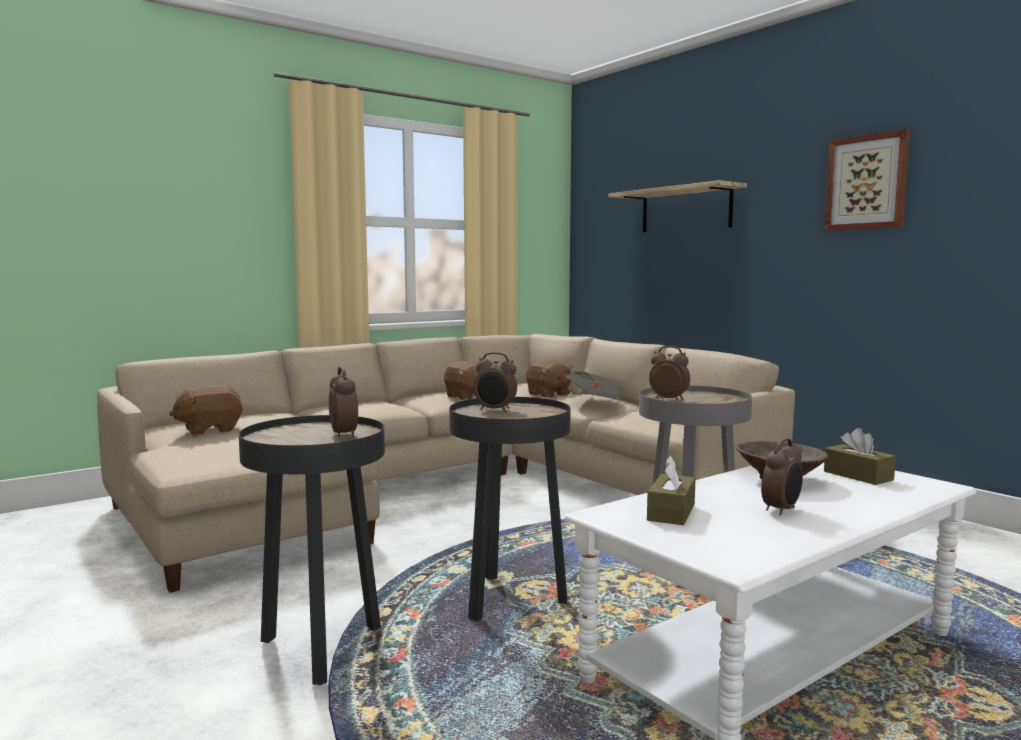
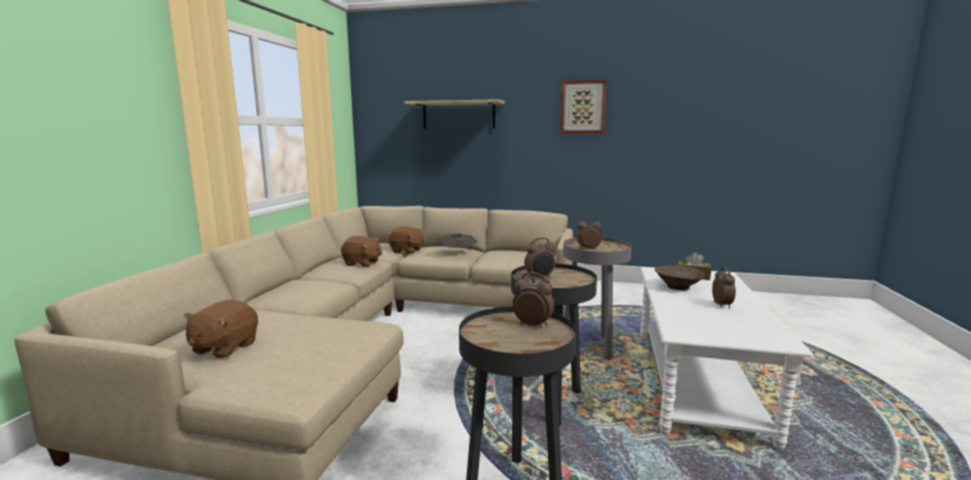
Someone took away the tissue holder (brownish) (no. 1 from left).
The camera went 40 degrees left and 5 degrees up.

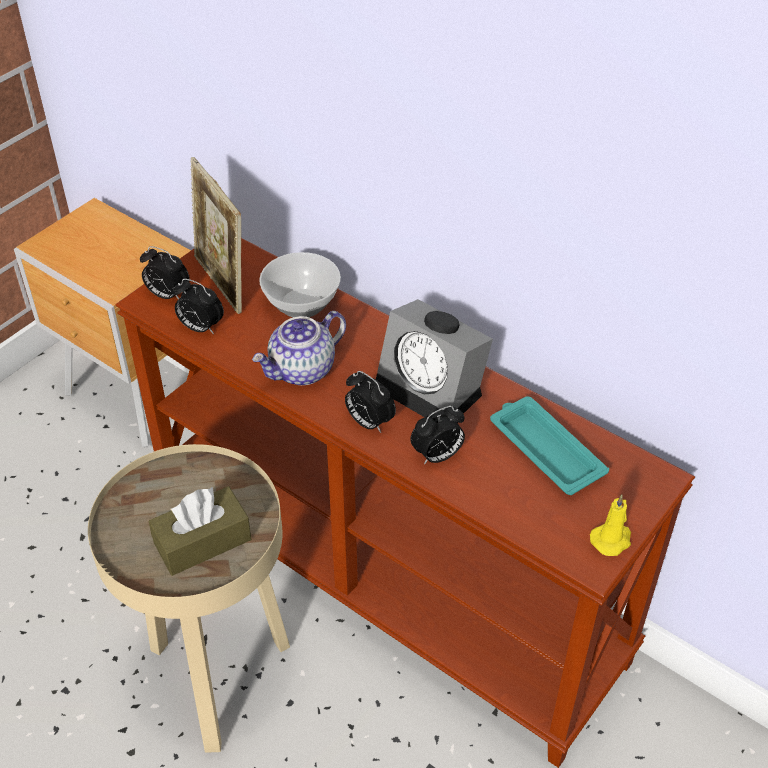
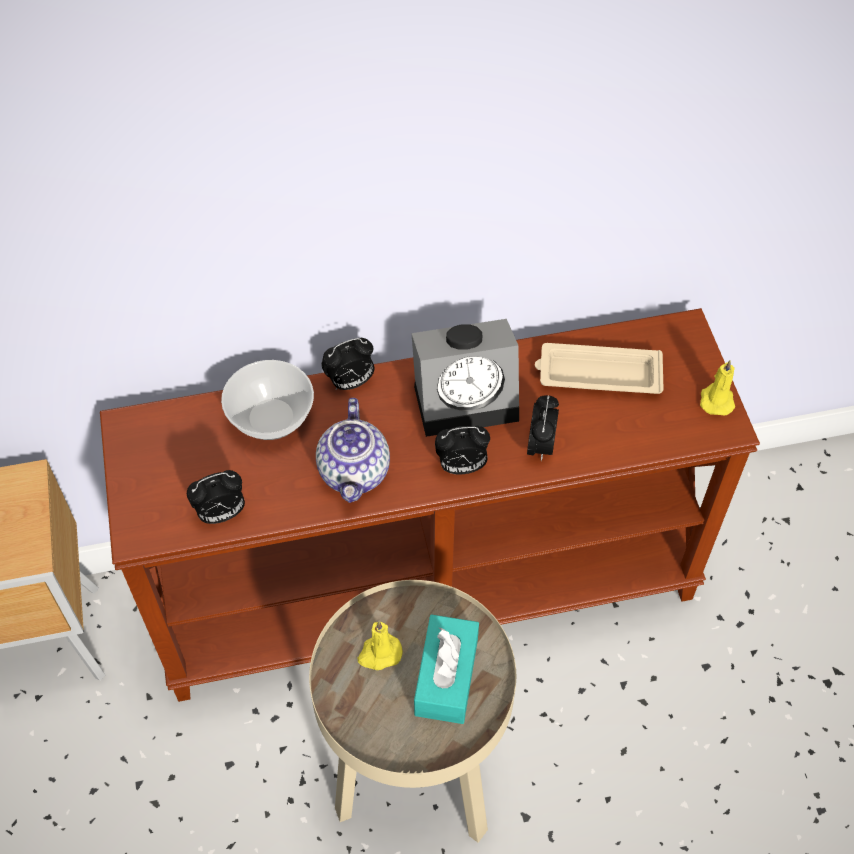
Someone carried the bedside clock (no. 1 from left in the first image).
Someone put down the candle (yellow) (no. 1 from left).
Someone repainted the tissue holder (brownish), which became the tissue holder (turquoise).
Someone repainted the serving tray (turquoise), which became the serving tray (beige-coloured).
Someone took away the picture frame.
The camera went 50 degrees left and 10 degrees up.

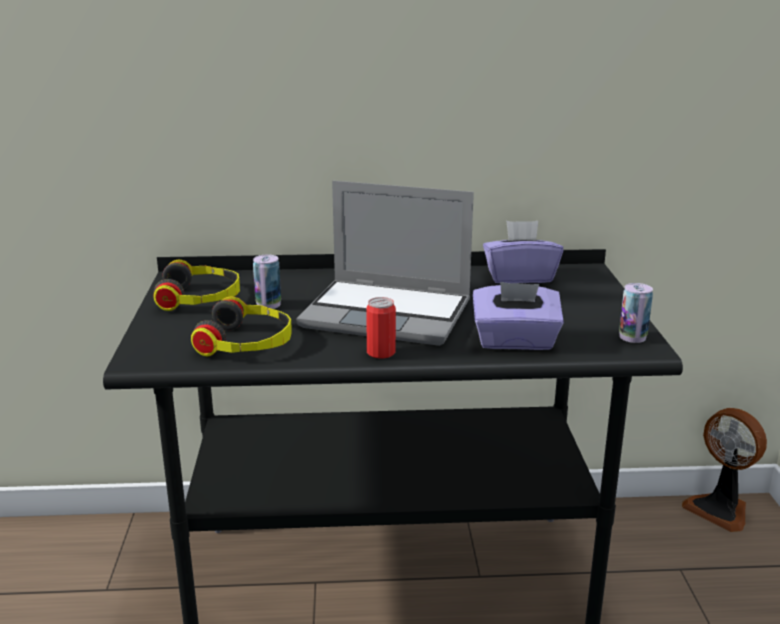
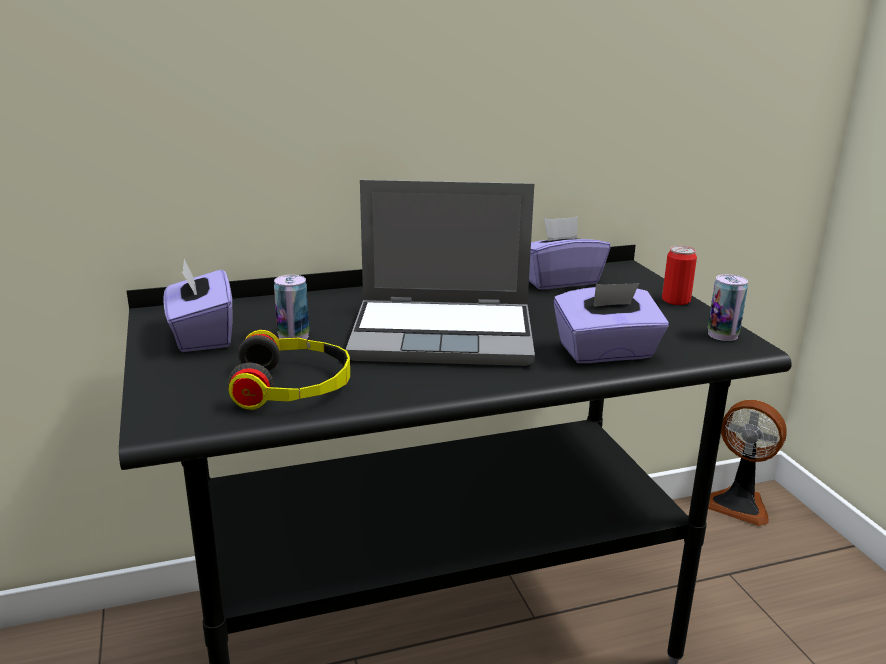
Someone swapped the headset (no. 1 from left) for the tissue holder (purple) (no. 1 from left).
Someone carried the sealed can (no. 2 from left).
The camera went 15 degrees left and 0 degrees up.

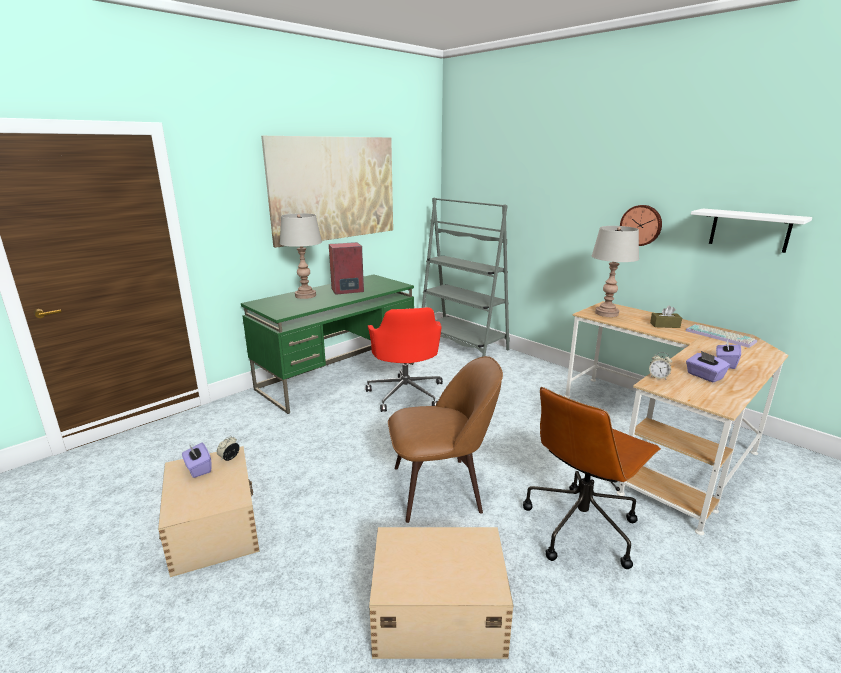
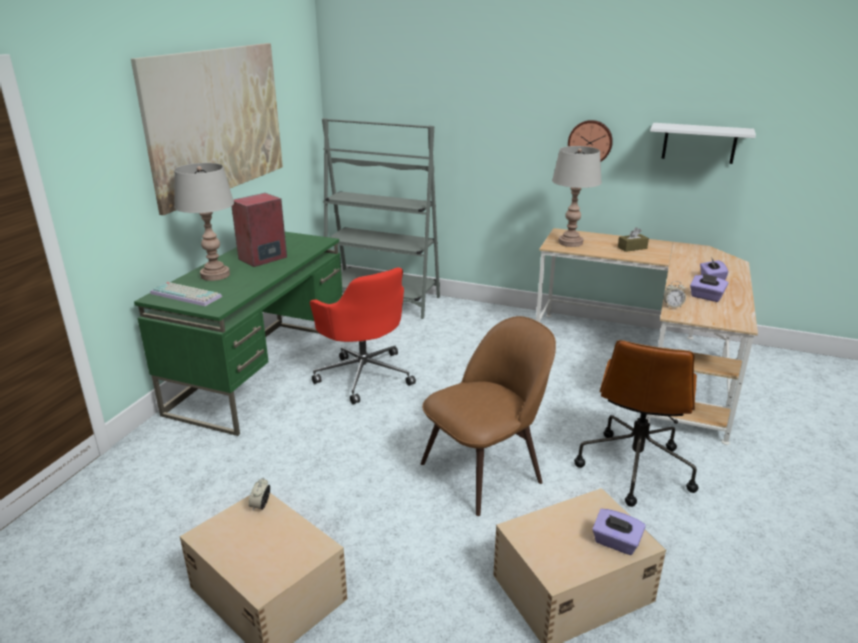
Someone carried the keyboard.
Someone carried the tissue holder (purple) (no. 1 from left).
The camera went 25 degrees left and 5 degrees up.

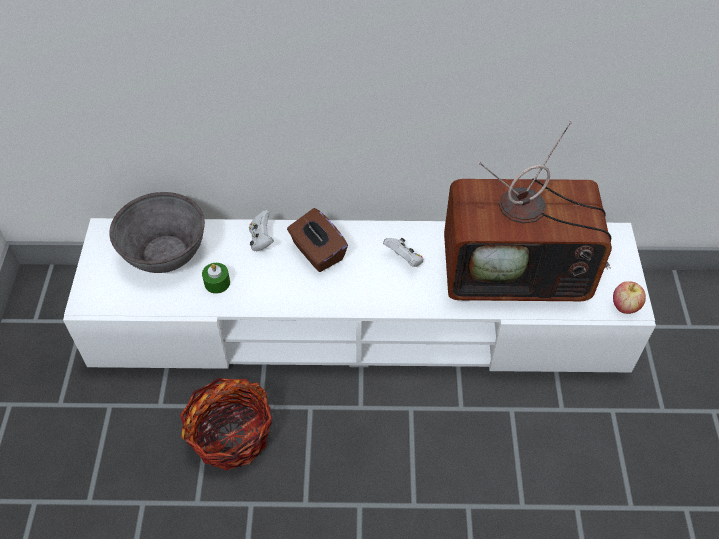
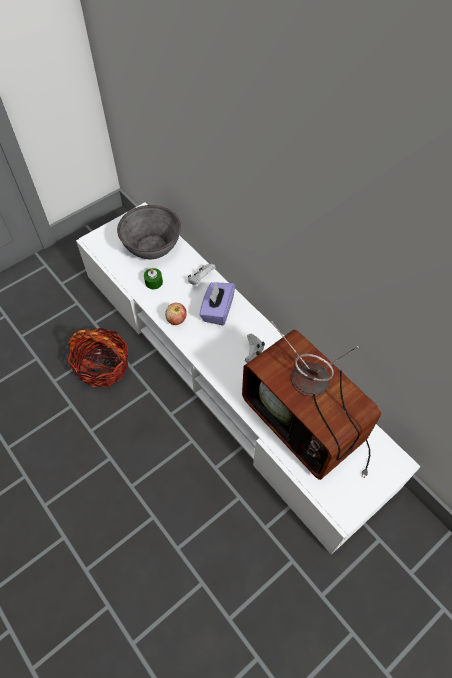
Someone carried the apple fruit.
Someone repainted the tissue holder (brownish), which became the tissue holder (purple).
The camera went 50 degrees right and 5 degrees up.

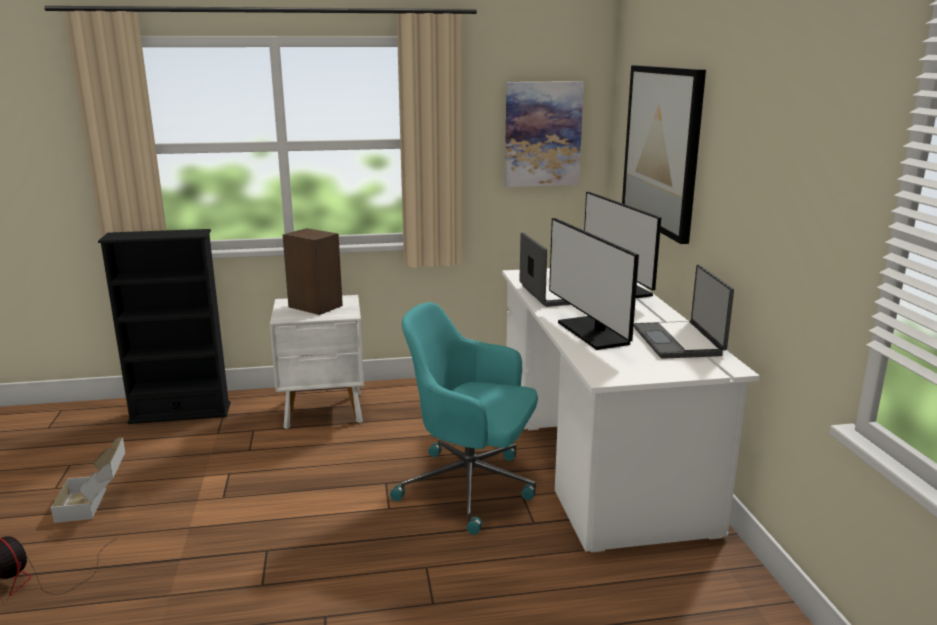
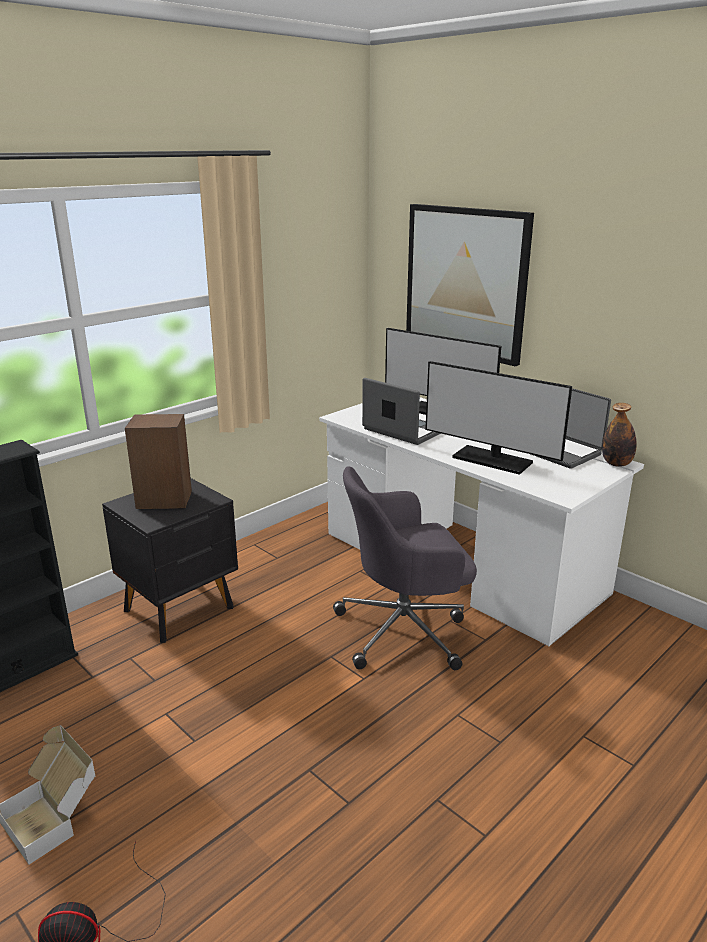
Someone repainted the bedside table (white-coloured), which became the bedside table (blackish).
Someone repainted the computer chair (turquoise), which became the computer chair (gray).
Someone put down the beverage bottle.
Someone took away the wall art (no. 1 from left).
The camera went 35 degrees left and 5 degrees up.

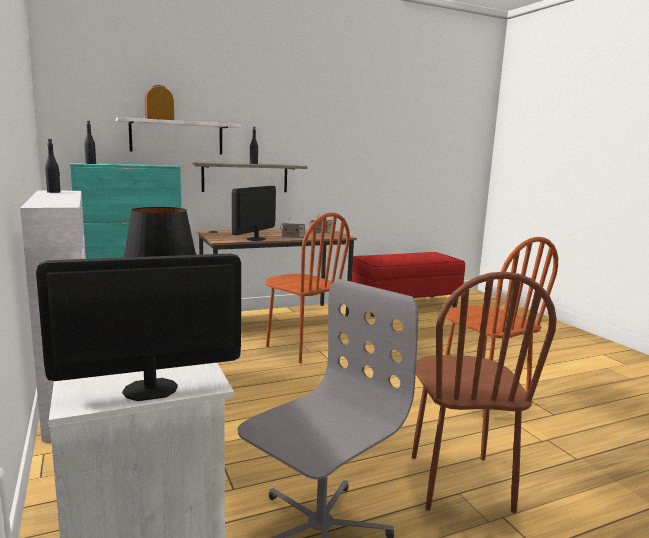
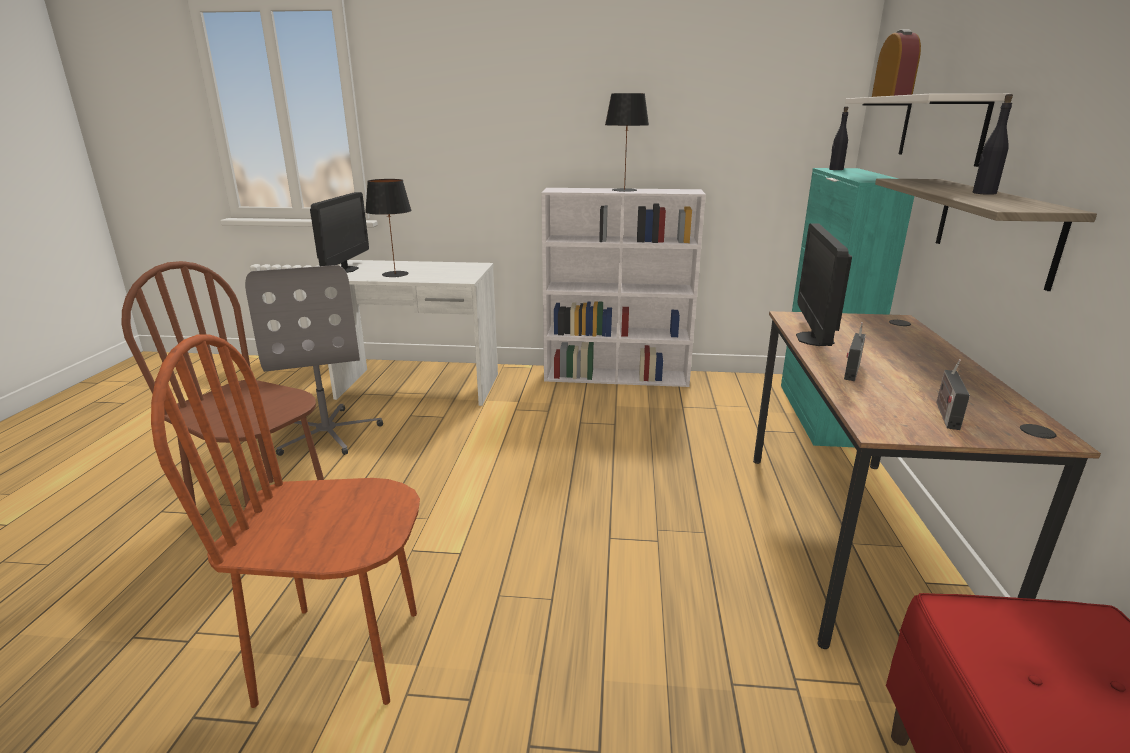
Someone put down the lamp for a table (blackish) (no. 2 from left).
Someone rotated the computer display (no. 2 from left) by 135 degrees counterclockwise.
Someone took away the beverage bottle (blackish) (no. 1 from left).
Someone took away the plain chair (brownish) (no. 1 from left).
The camera went 120 degrees right and 10 degrees up.

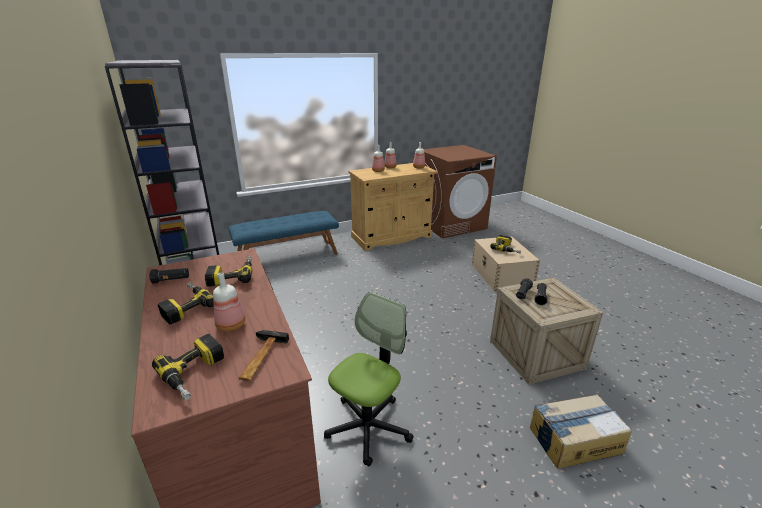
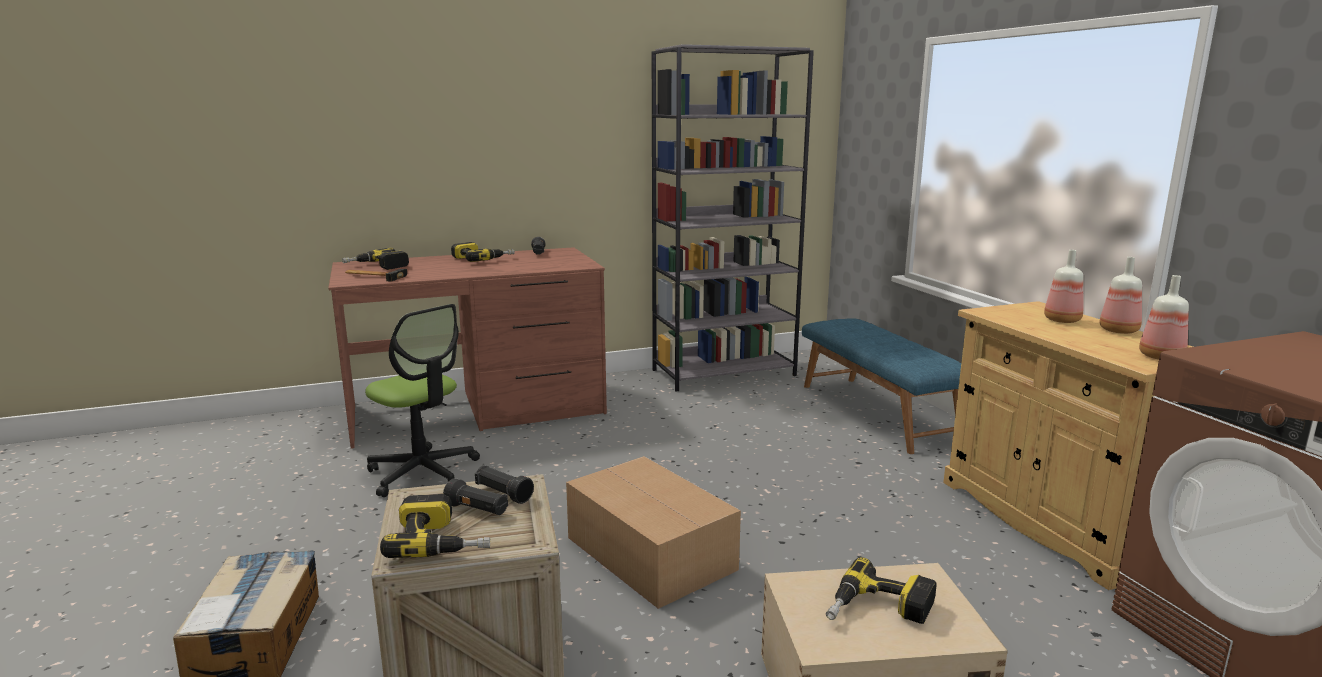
Someone carried the power drill (no. 3 from left in the first image).
Someone put down the cardboard box (no. 2 from left).
Someone took away the beverage bottle (no. 1 from left).
The camera went 95 degrees right and 10 degrees down.

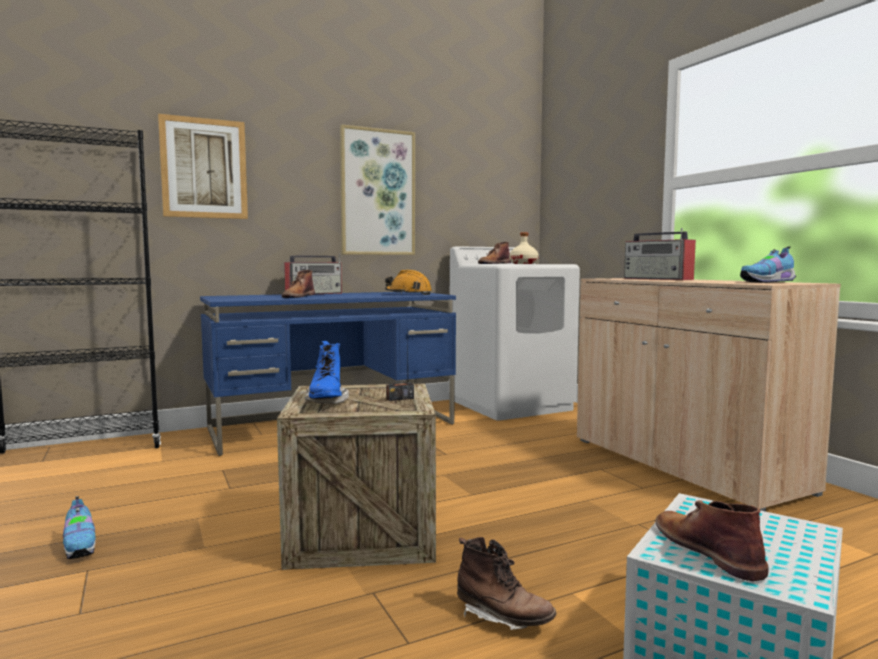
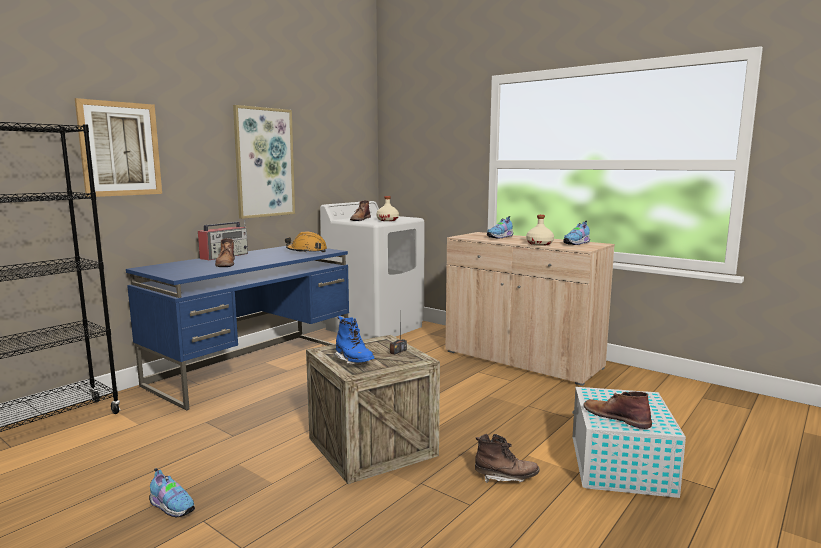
Someone swapped the radio (no. 3 from left) for the low shoe (no. 2 from left).
Someone put down the beverage bottle (beige-coloured) (no. 2 from left).
The camera went 25 degrees left and 5 degrees up.

